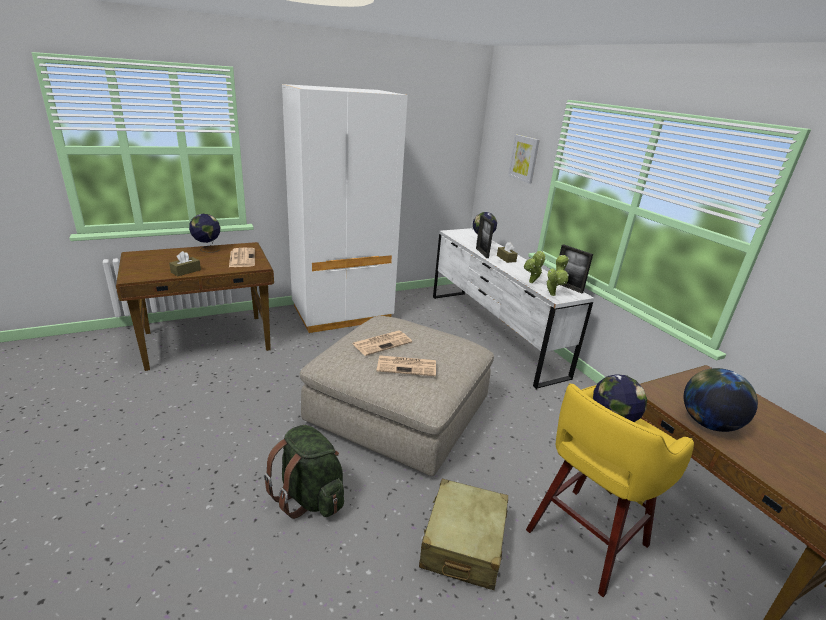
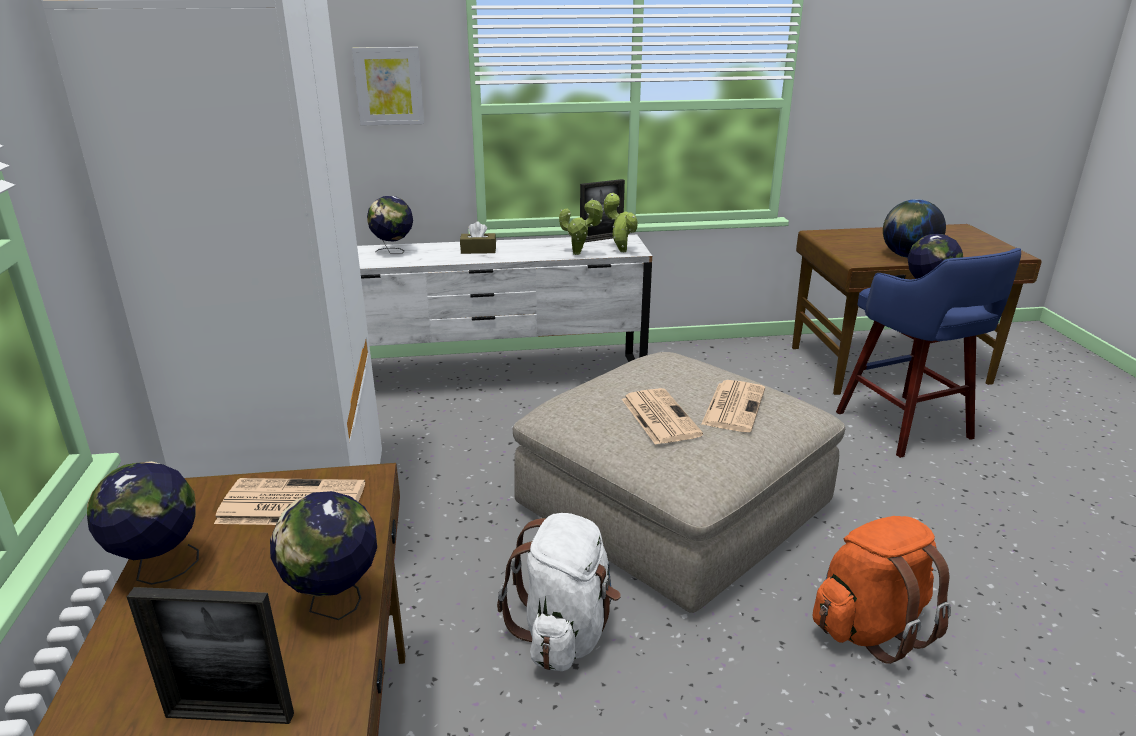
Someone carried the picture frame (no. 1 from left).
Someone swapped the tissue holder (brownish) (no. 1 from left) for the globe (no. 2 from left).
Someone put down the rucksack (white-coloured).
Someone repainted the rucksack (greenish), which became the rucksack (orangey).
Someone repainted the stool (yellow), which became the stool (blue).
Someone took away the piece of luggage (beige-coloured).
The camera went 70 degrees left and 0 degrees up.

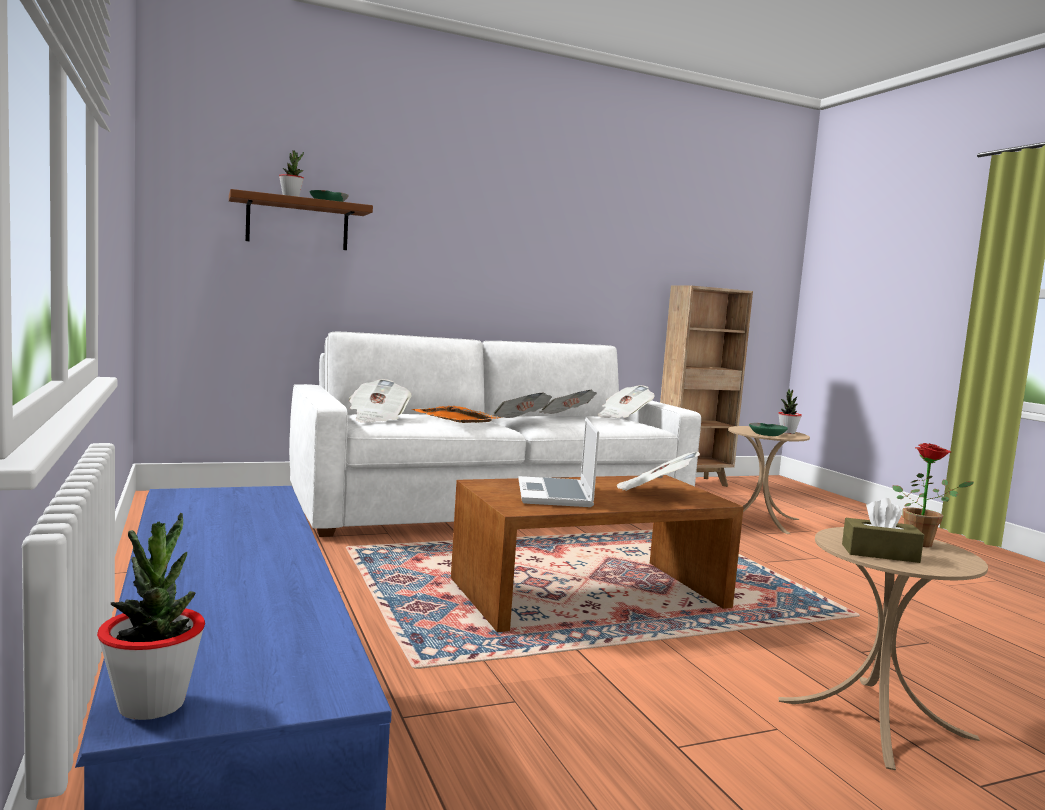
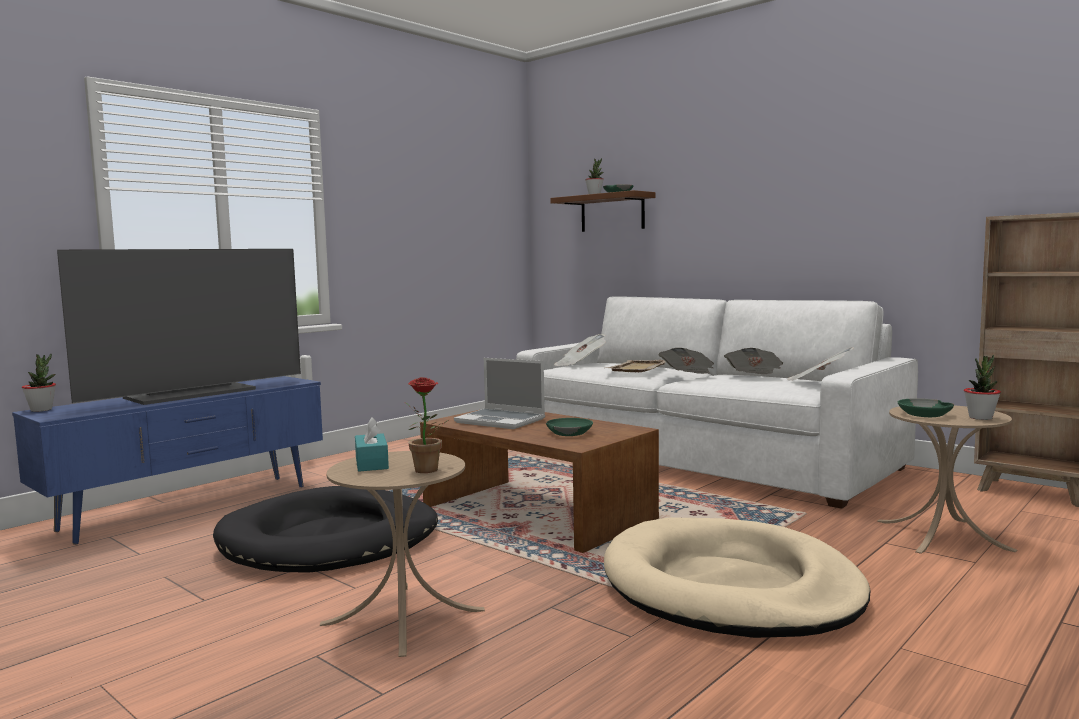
Someone put down the TV set.
Someone put down the dog cushion (blackish).
Someone repainted the tissue holder (brownish), which became the tissue holder (turquoise).
Someone rotated the portable computer by 120 degrees counterclockwise.
Someone swapped the printed paper (no. 5 from left) for the deep dish (greenish) (no. 1 from left).
Someone put down the dog cushion (beige-coloured).
Someone repainted the serving tray (orangey), which became the serving tray (beige-coloured).
The camera went 65 degrees right and 0 degrees up.

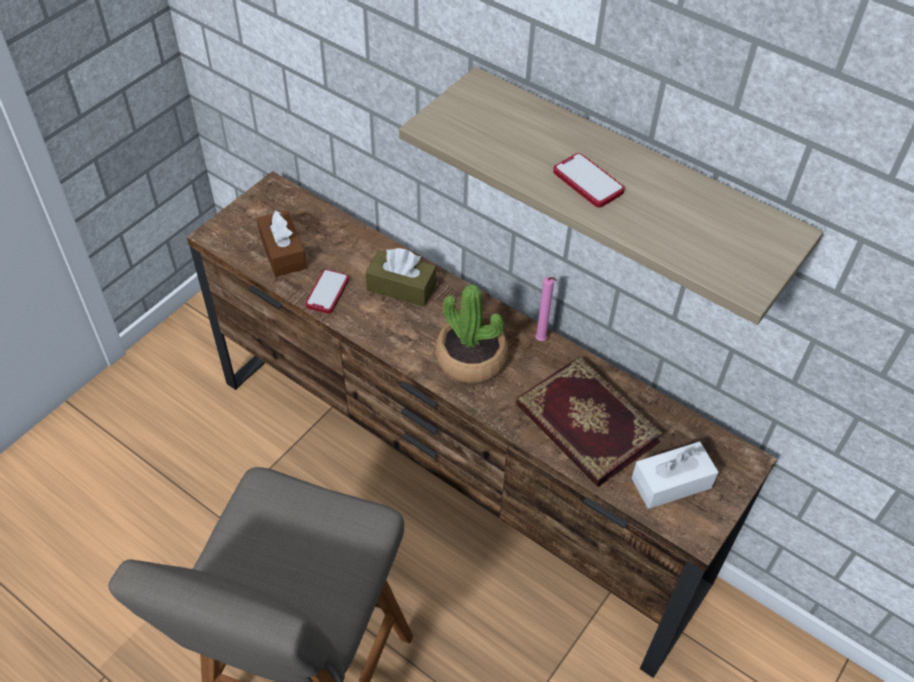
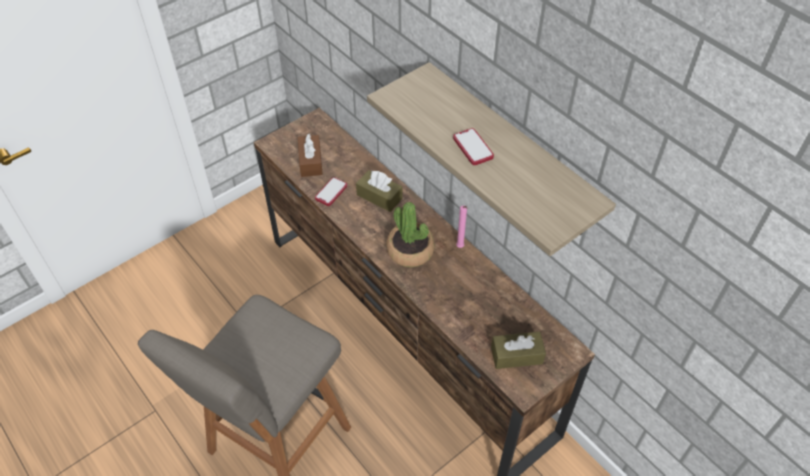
Someone repainted the tissue holder (white-coloured), which became the tissue holder (brownish) (no. 3 from left).
Someone took away the book.
The camera went 15 degrees right and 0 degrees up.

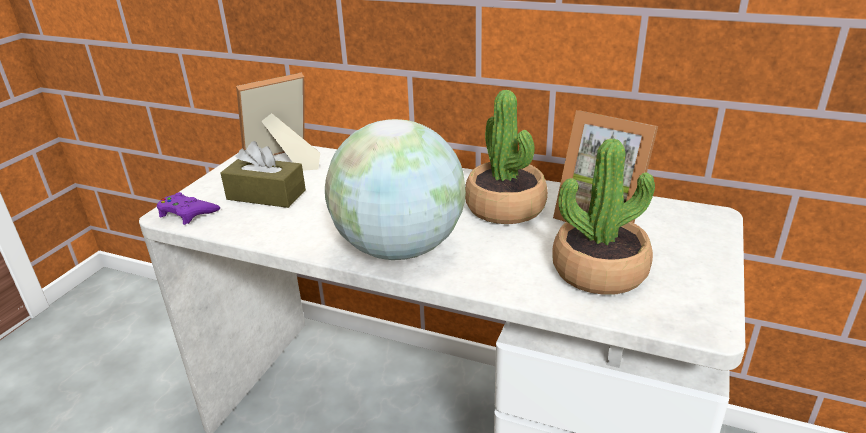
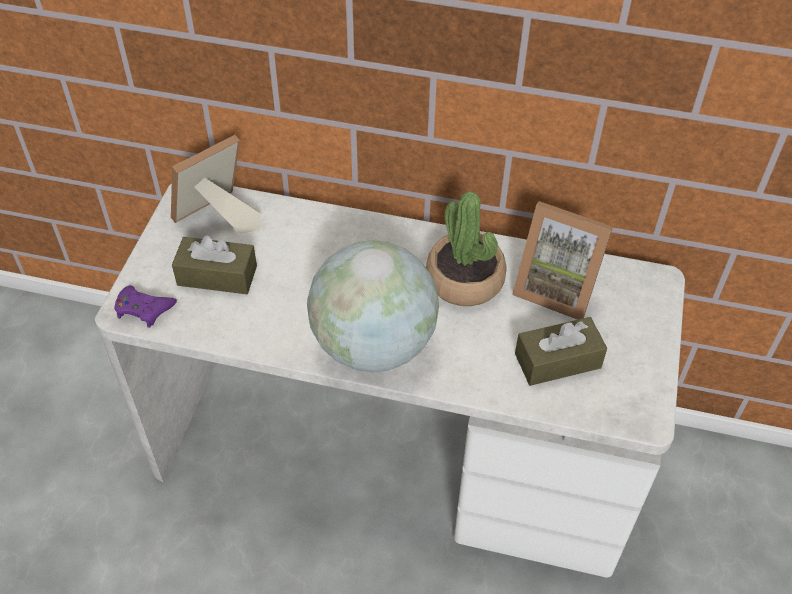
Someone swapped the plant in a pot (no. 2 from left) for the tissue holder (brownish) (no. 2 from left).
The camera went 10 degrees left and 20 degrees up.

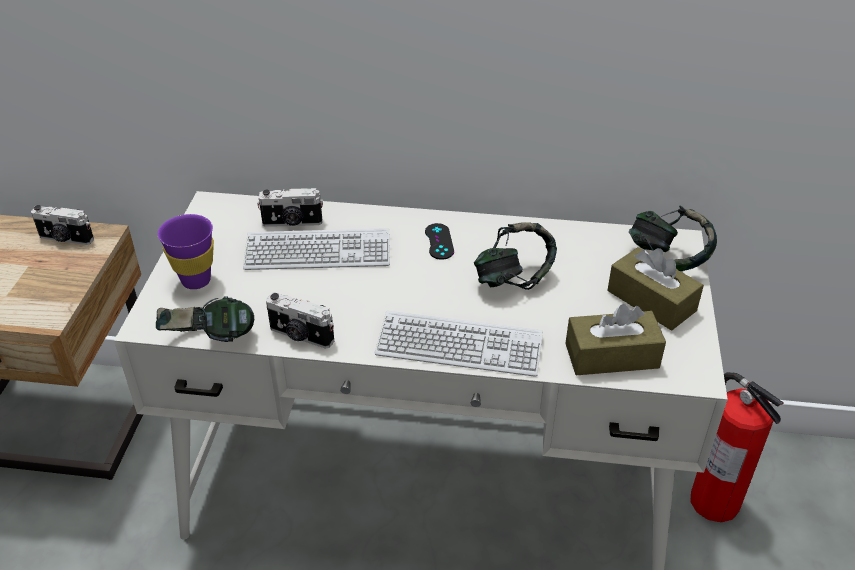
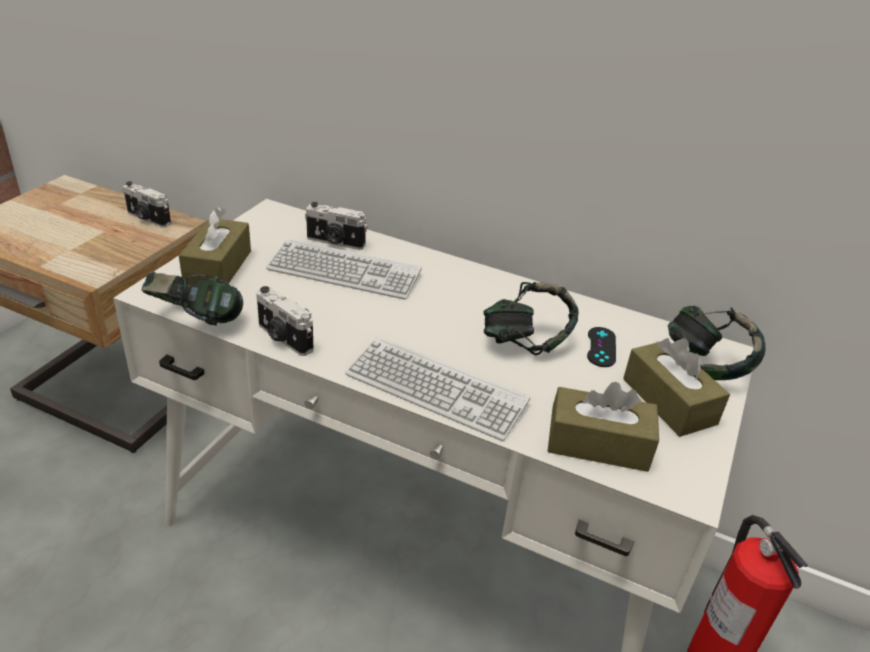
Someone swapped the small cup (purple) for the tissue holder (brownish) (no. 1 from left).
Someone carried the gamepad (blackish).
The camera went 15 degrees right and 5 degrees down.

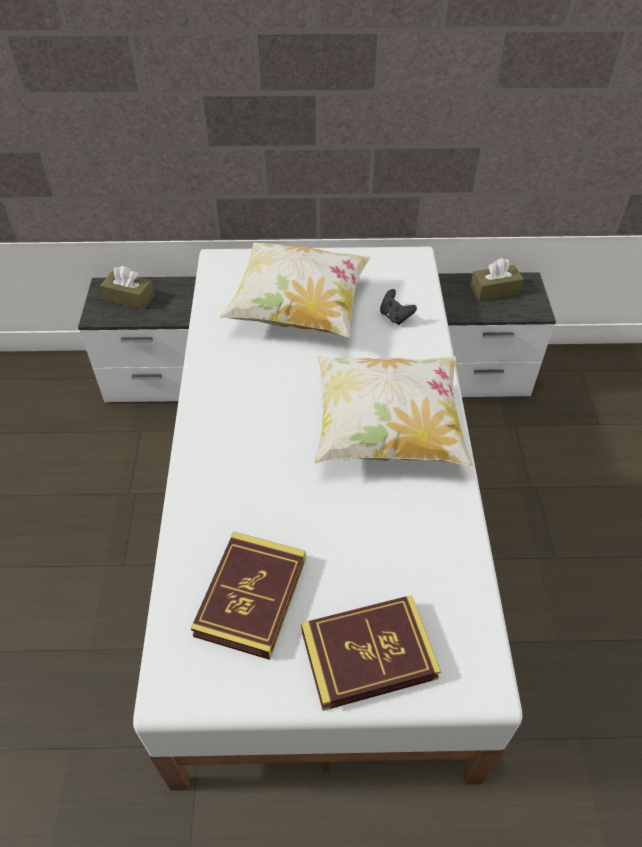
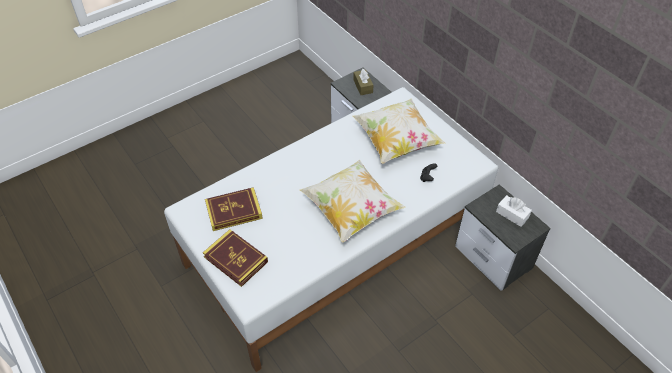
Someone repainted the tissue holder (brownish) (no. 2 from left), which became the tissue holder (white-coloured).
The camera went 55 degrees right and 0 degrees up.

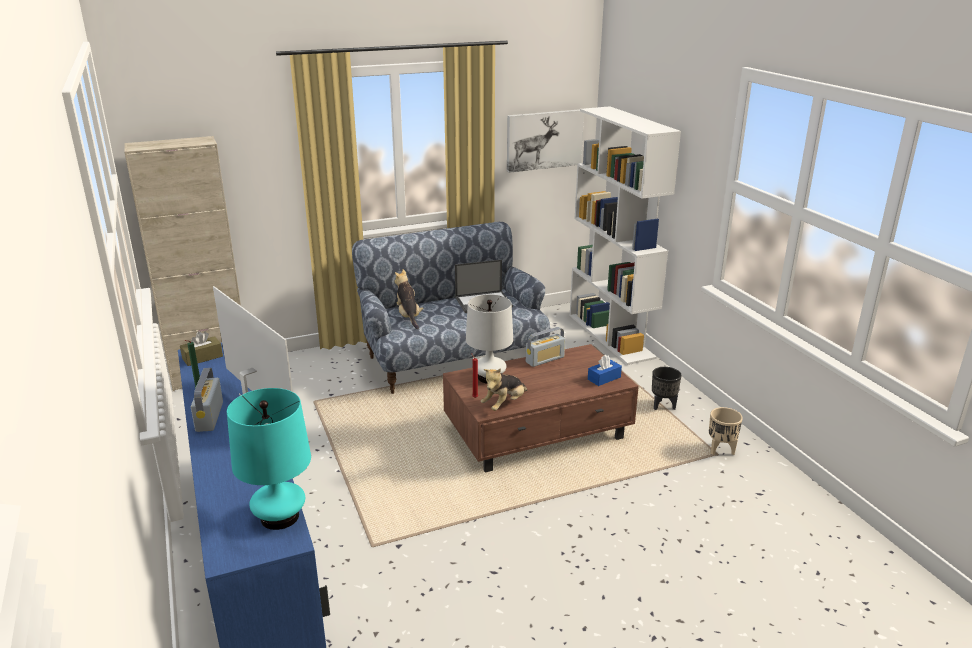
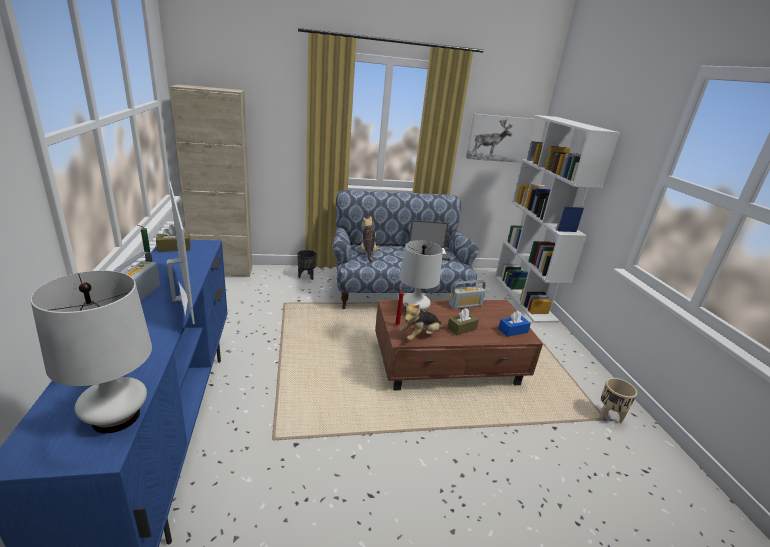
Someone repainted the lamp for a table (turquoise), which became the lamp for a table (white-coloured) (no. 1 from left).
Someone carried the plant pot (blackish).
Someone put down the tissue holder (brownish) (no. 2 from left).
The camera went 10 degrees right and 0 degrees up.

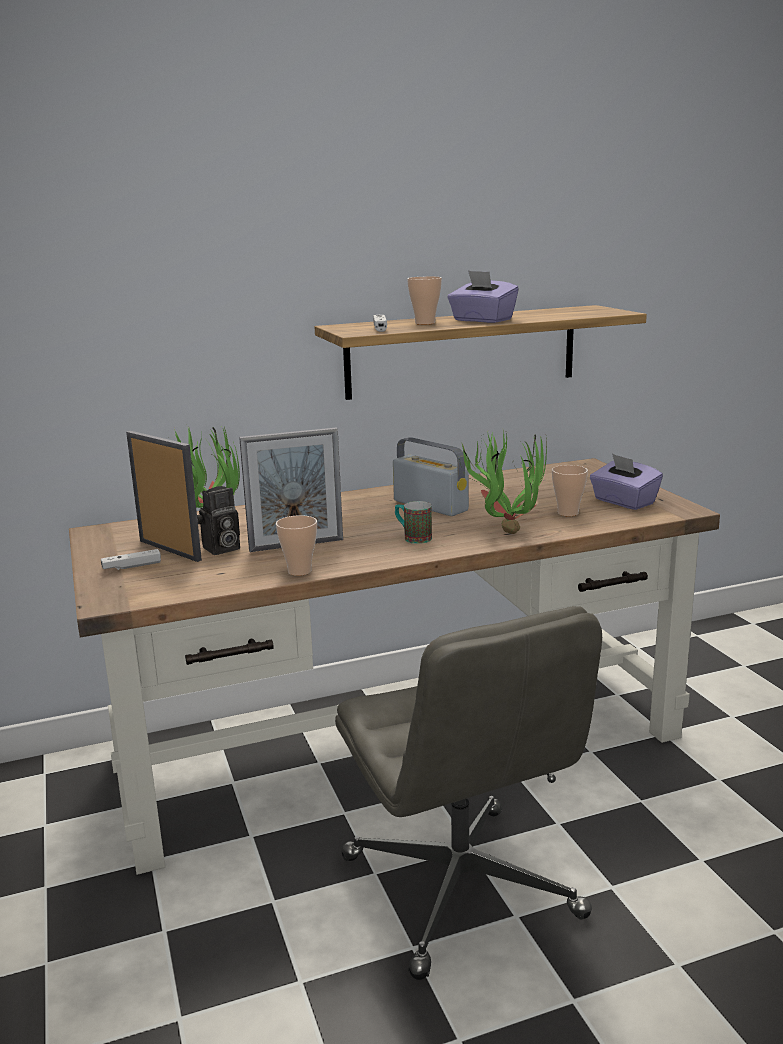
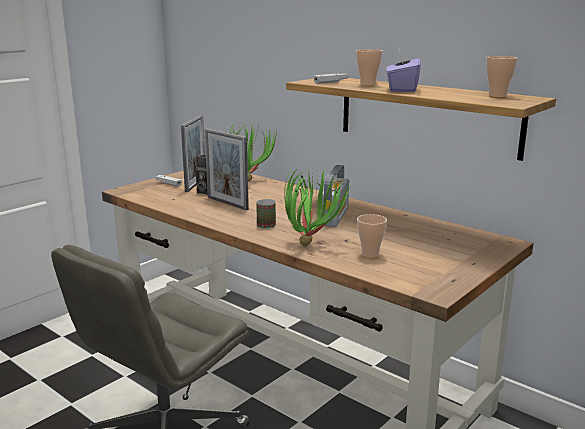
Someone carried the small cup (no. 1 from left in the first image).
Someone took away the tissue holder (purple) (no. 2 from left).
The camera went 60 degrees right and 0 degrees up.

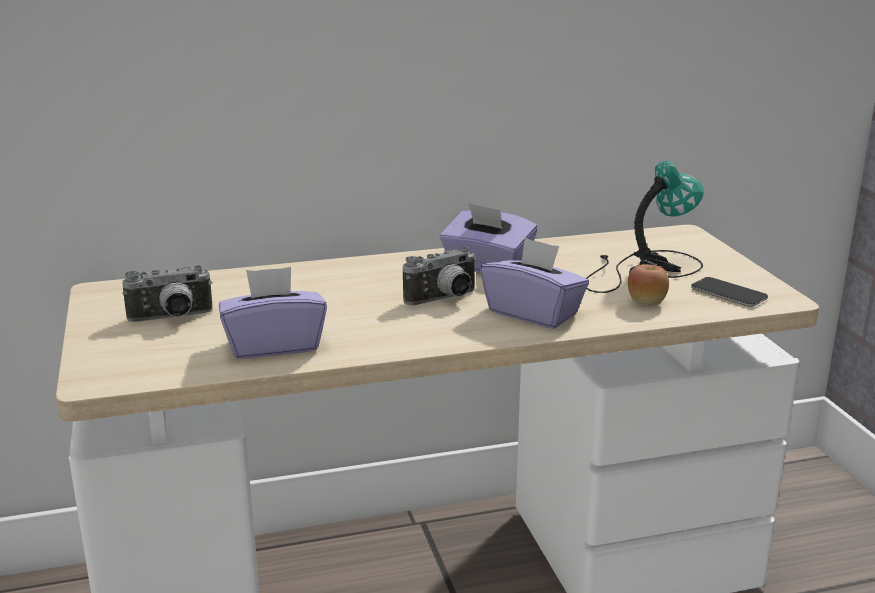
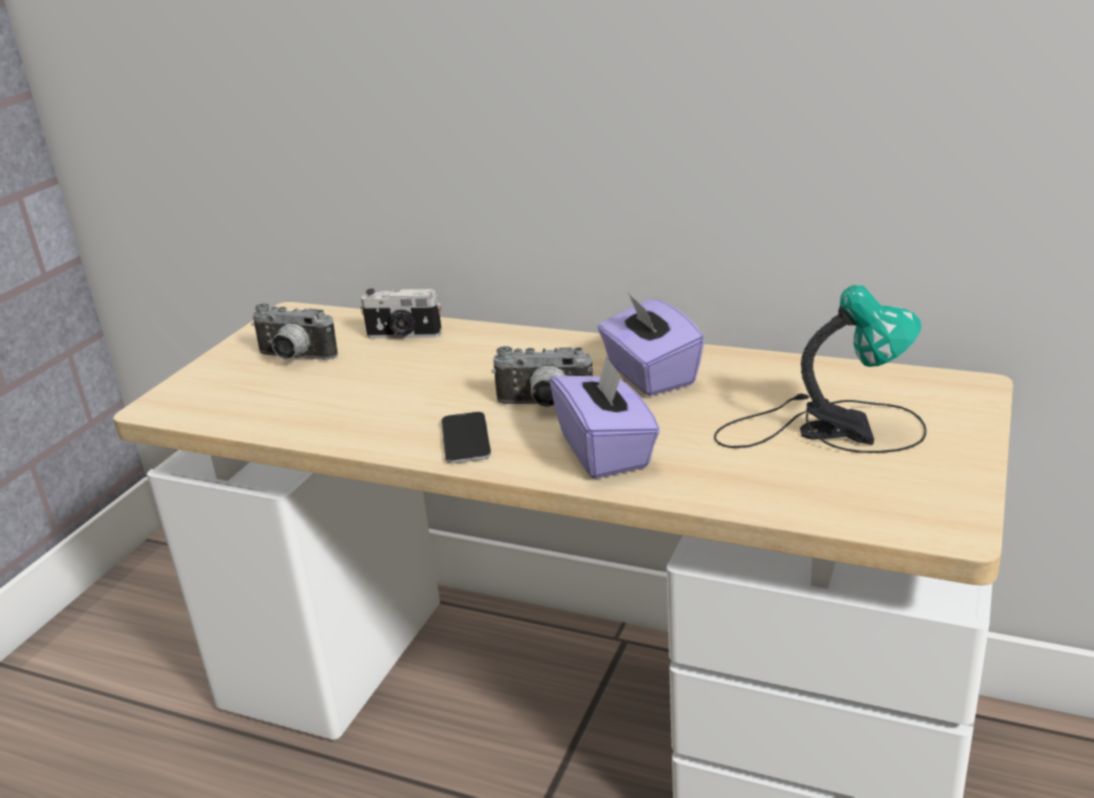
Someone put down the photo camera (no. 2 from left).
Someone carried the phone.
Someone took away the tissue holder (purple) (no. 1 from left).
Someone took away the apple fruit.
The camera went 40 degrees right and 5 degrees up.

